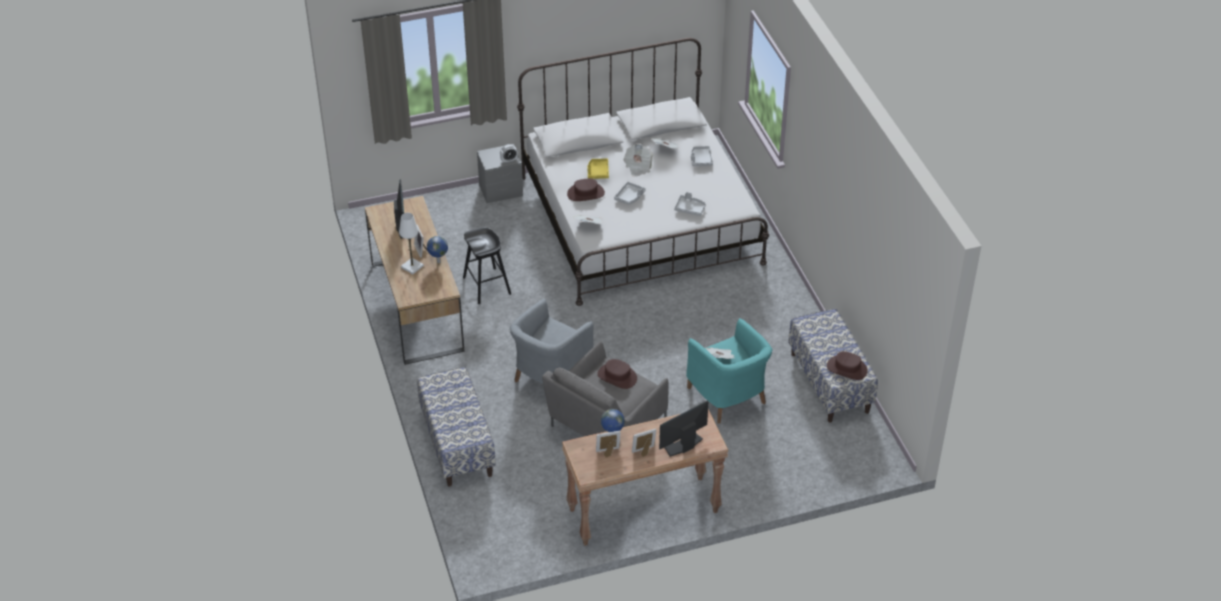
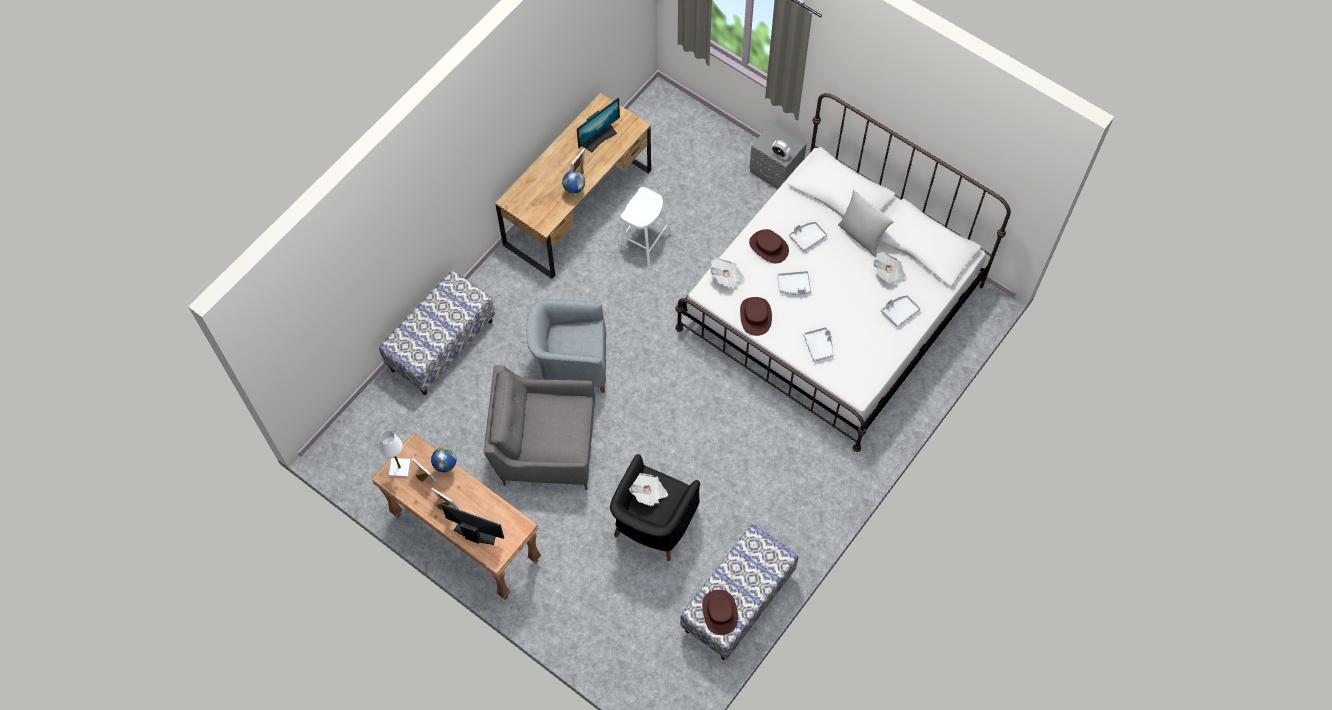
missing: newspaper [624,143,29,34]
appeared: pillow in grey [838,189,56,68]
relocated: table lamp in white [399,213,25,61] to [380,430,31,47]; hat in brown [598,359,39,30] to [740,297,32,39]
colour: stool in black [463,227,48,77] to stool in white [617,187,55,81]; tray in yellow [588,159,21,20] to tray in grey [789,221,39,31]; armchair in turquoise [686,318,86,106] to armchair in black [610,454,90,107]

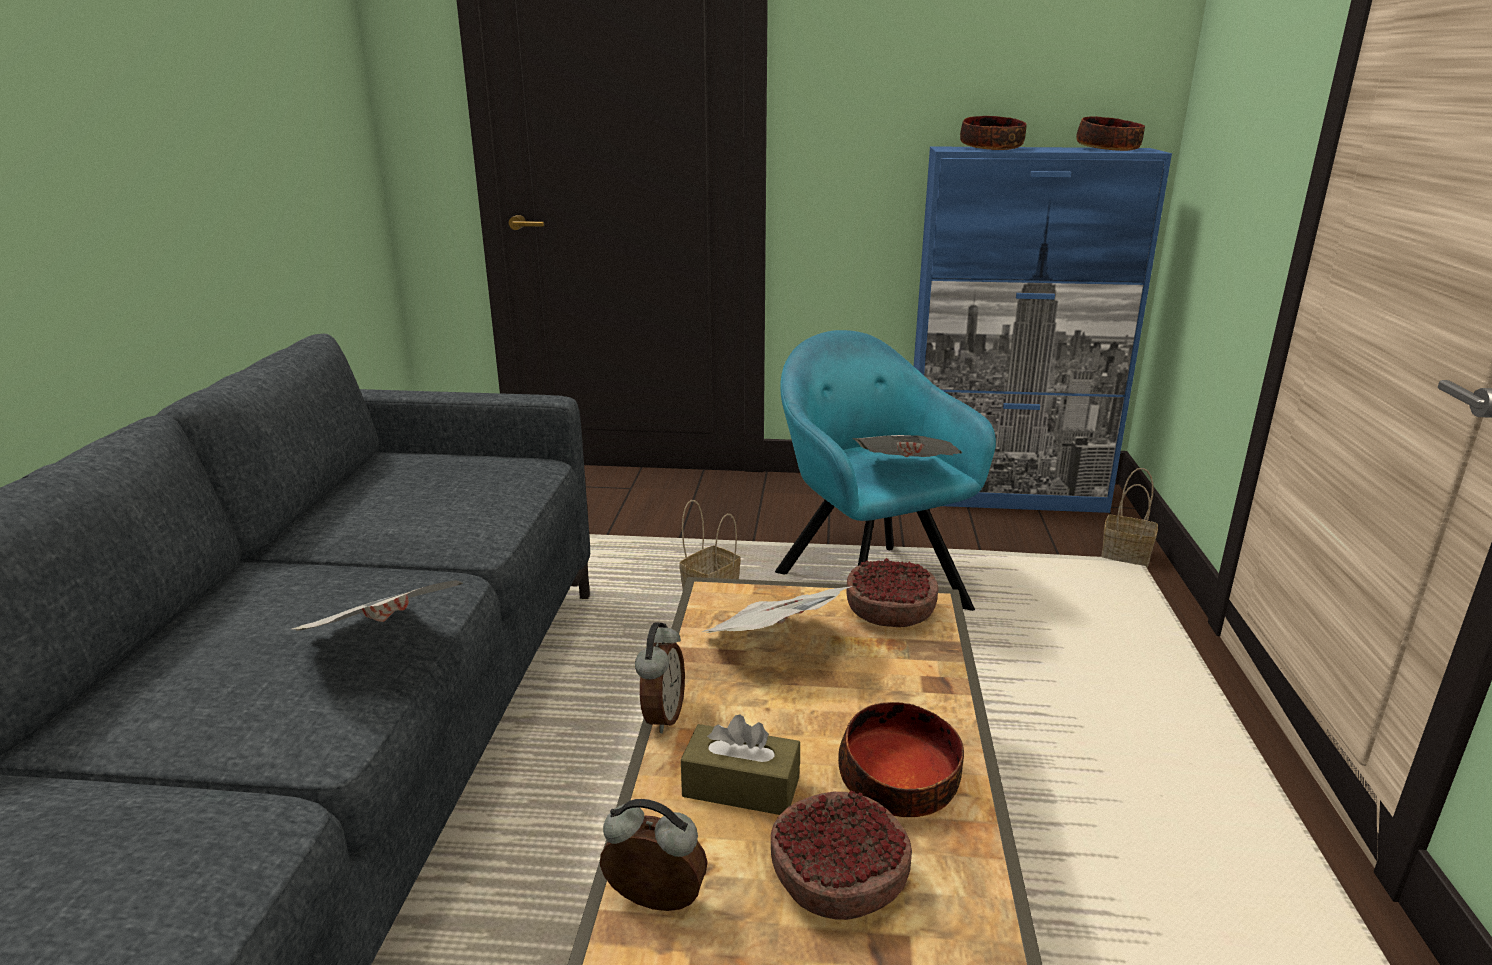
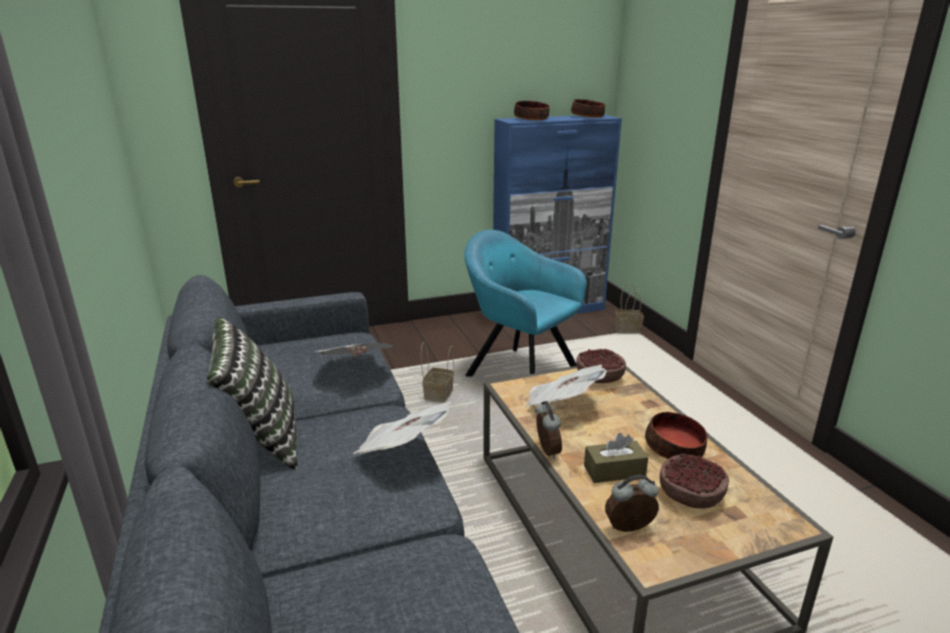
appeared: pillow [207,317,90,153]
relocated: newspaper [852,435,110,22] to [315,343,80,14]

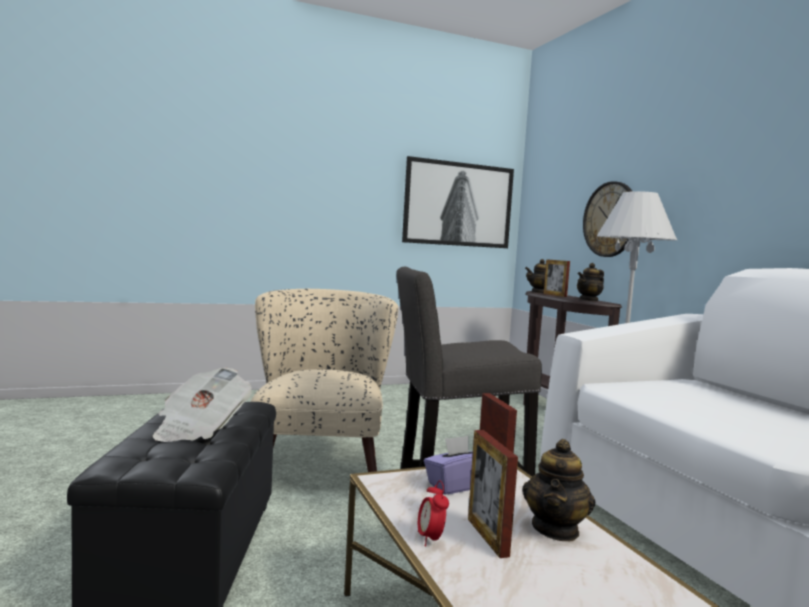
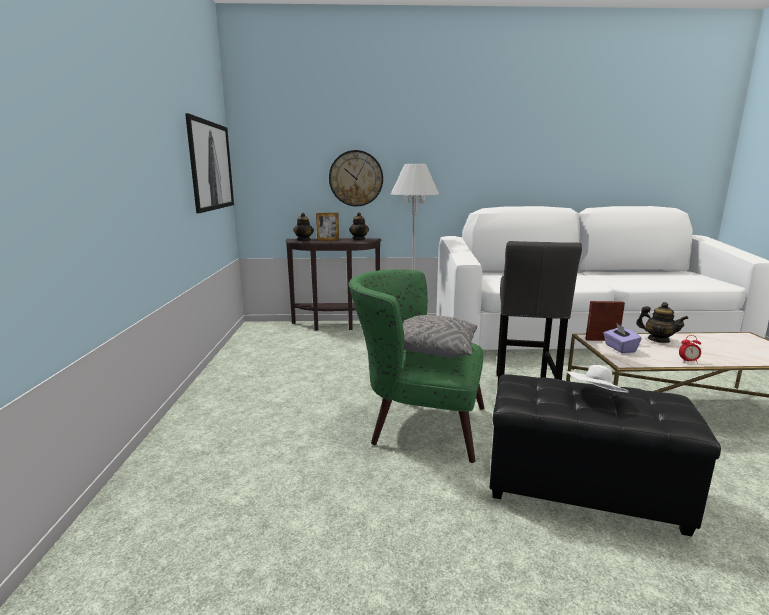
missing: picture frame [468,430,50,128]
appeared: pillow in grey [403,315,74,42]
exchanged: newspaper [153,368,99,74] to hat in white [567,365,62,28]
colour: armchair in beige [250,289,148,183] to armchair in green [348,269,136,194]

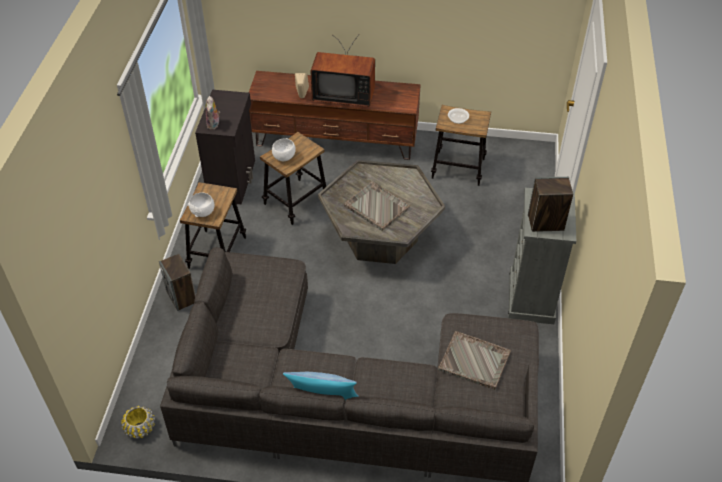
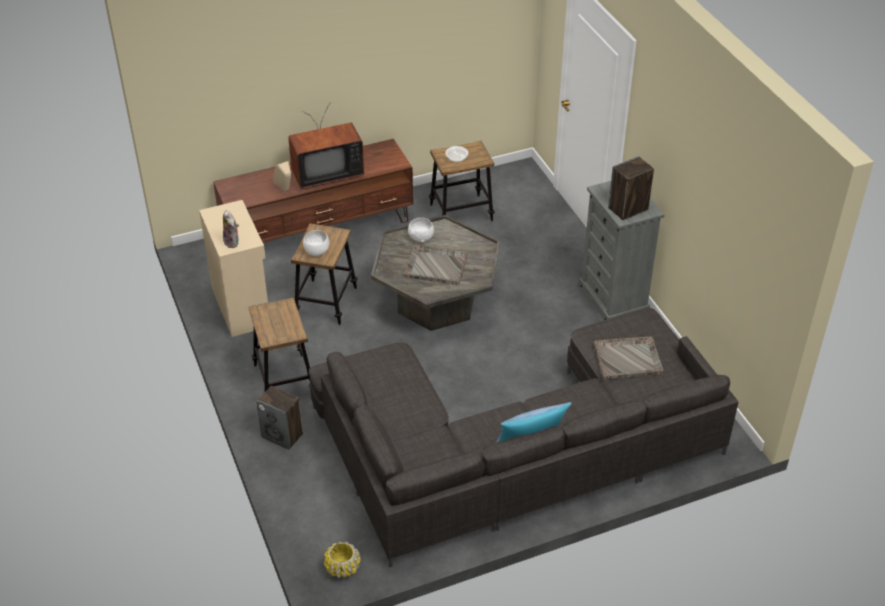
relocated: bowl in white [188,193,26,24] to [408,218,26,24]
colour: cabinet in black [195,90,60,114] to cabinet in beige [199,200,69,137]

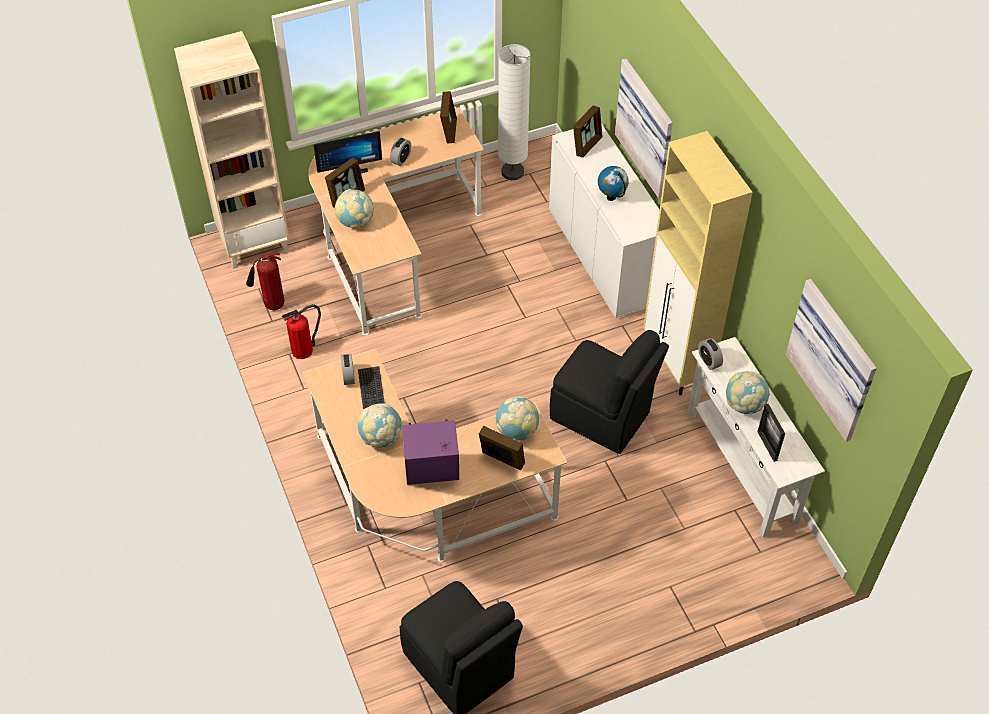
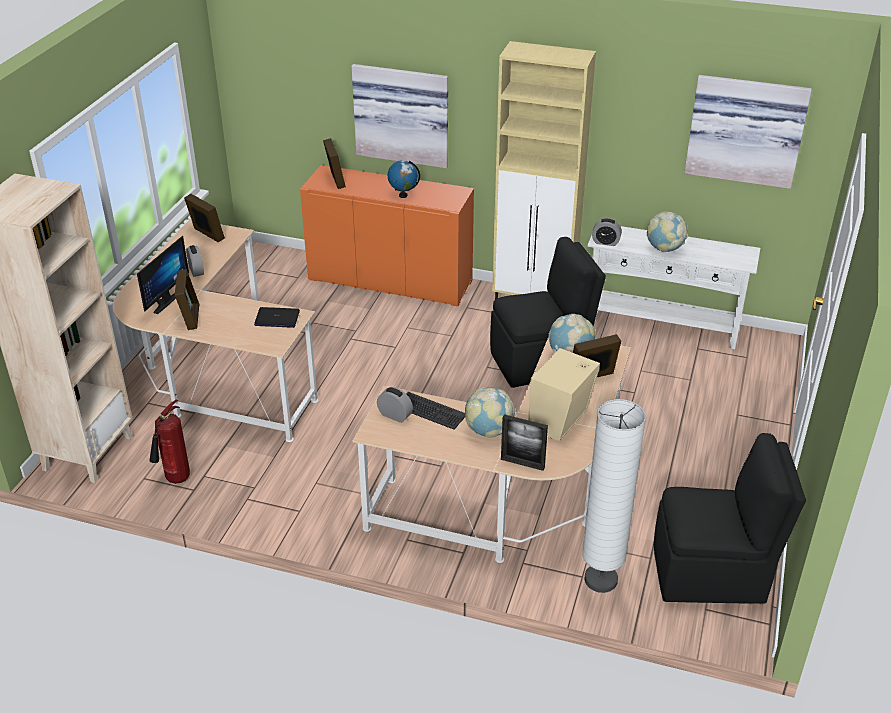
missing: fire extinguisher [282,304,39,55]; globe [335,189,39,40]
appeared: laptop [254,307,46,21]
relocated: floor lamp in white [498,44,33,136] to [582,399,64,194]; picture frame [757,404,28,58] to [501,414,47,57]
colour: speaker in purple [402,419,57,66] to speaker in beige [528,348,72,93]; cabinet in white [549,125,111,194] to cabinet in orange [300,165,174,142]

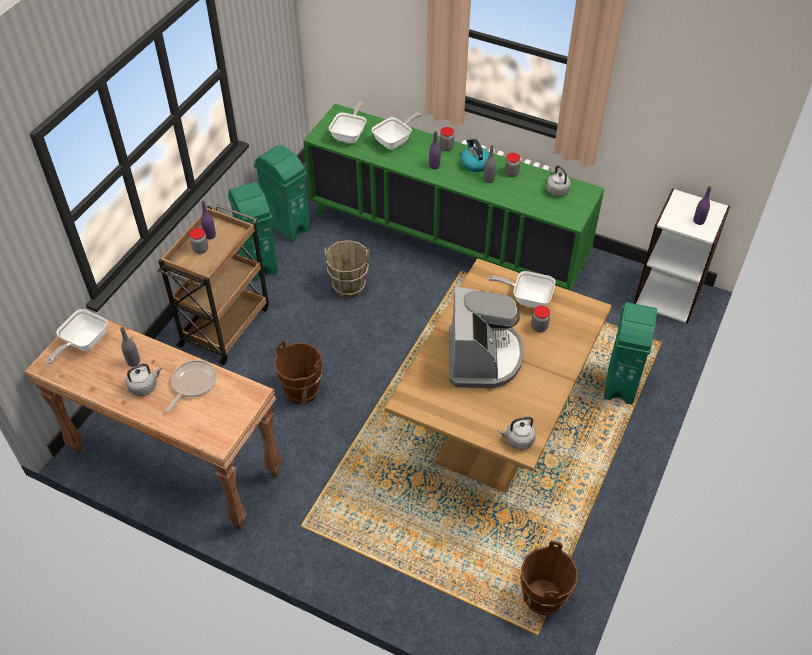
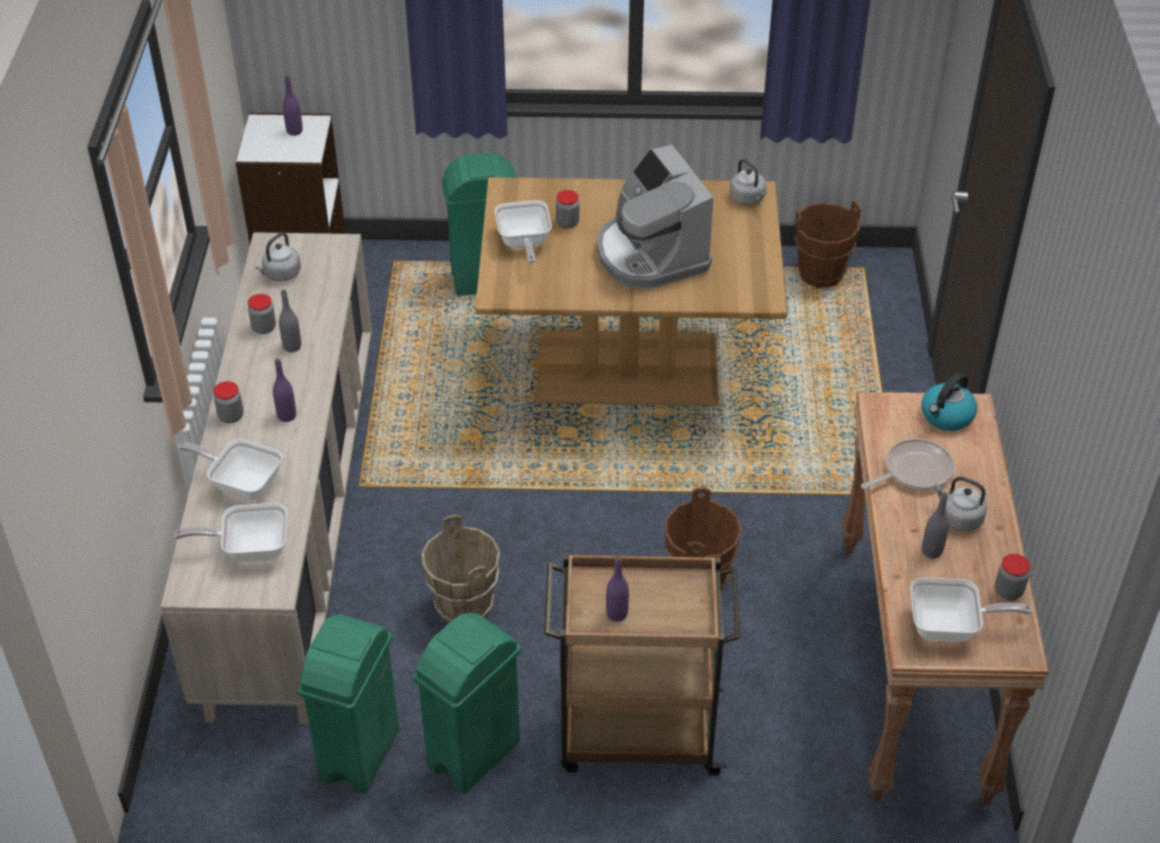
relocated: jar [189,228,19,26] to [995,554,35,46]; kettle [461,139,28,33] to [921,372,56,59]
colour: cabinet in green [303,104,301,186] to cabinet in beige [161,232,211,493]
spun: frying pan [165,360,52,53] = [861,439,94,51] 150 degrees clockwise; coffee machine [449,286,75,102] = [597,145,116,144] 90 degrees counterclockwise

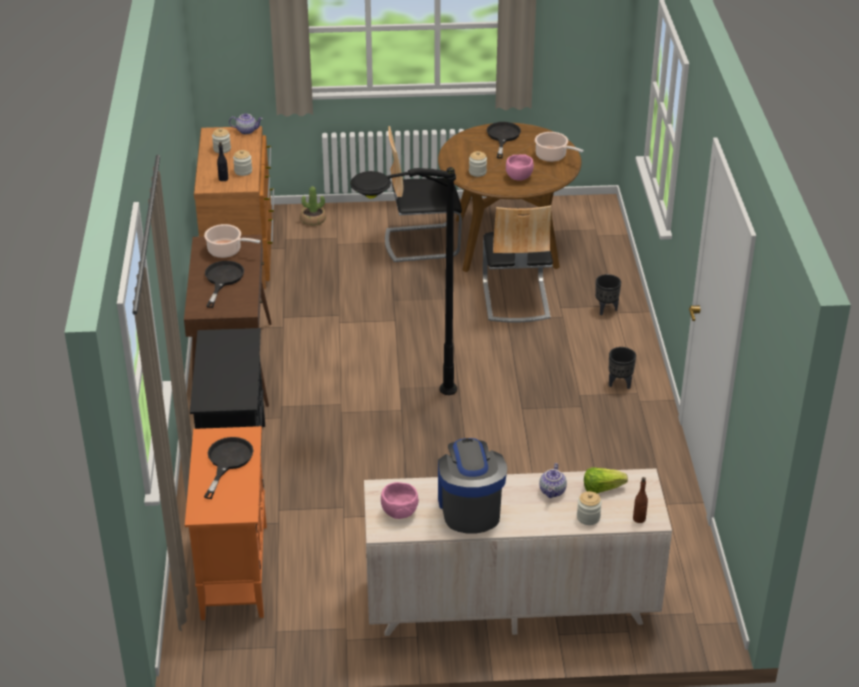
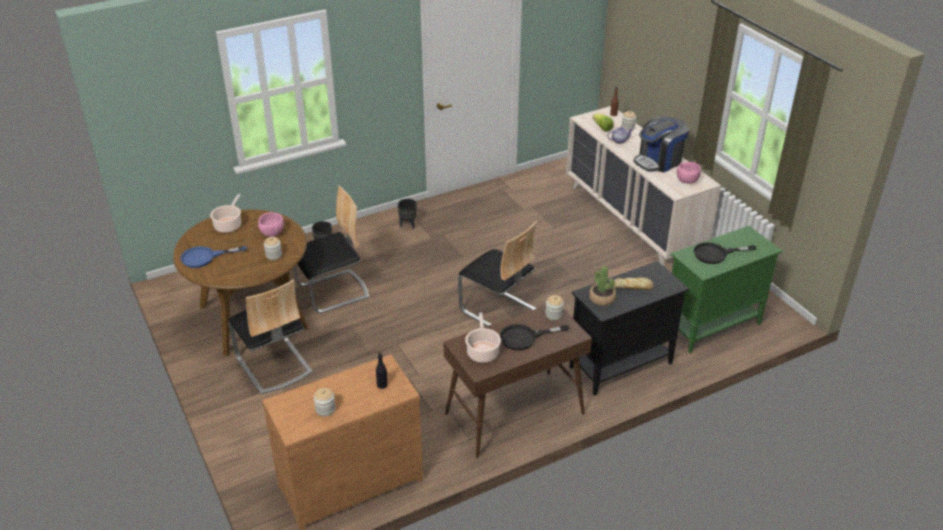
missing: teapot [229,113,34,21]
appeared: bread [613,277,40,13]
relocated: jar [233,150,19,26] to [545,295,19,25]; potted plant [300,186,26,40] to [589,266,27,40]
exchanged: floor lamp in black [350,167,107,228] to chair [458,221,79,105]
colour: cabinet in orange [185,426,82,194] to cabinet in green [671,226,112,127]; frying pan in black [487,122,34,37] to frying pan in blue [180,246,67,22]

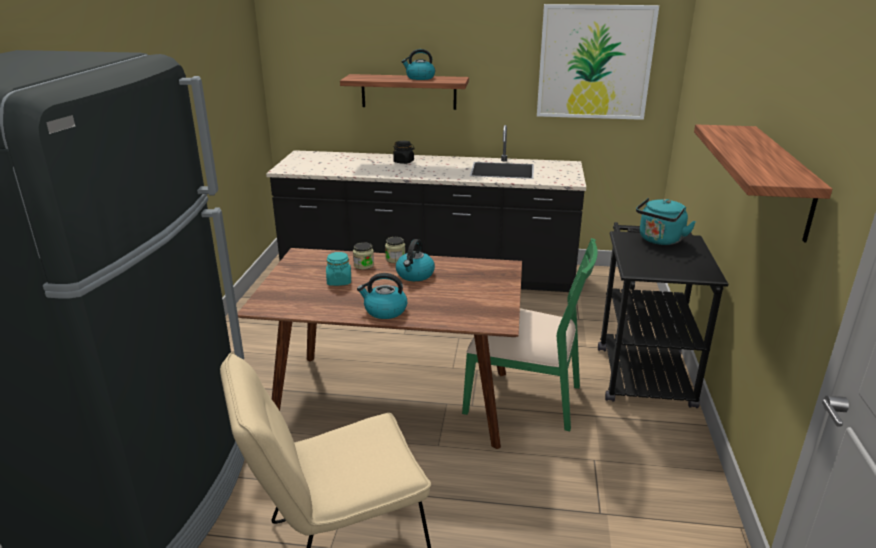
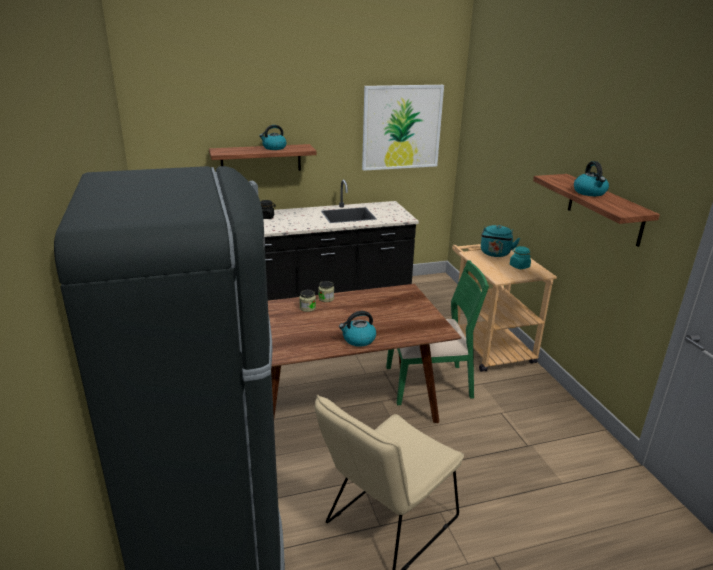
relocated: jar in turquoise [326,252,25,34] to [510,246,21,23]; kettle [396,239,39,42] to [574,161,35,35]
colour: cart in black [598,222,130,186] to cart in beige [452,244,105,128]

